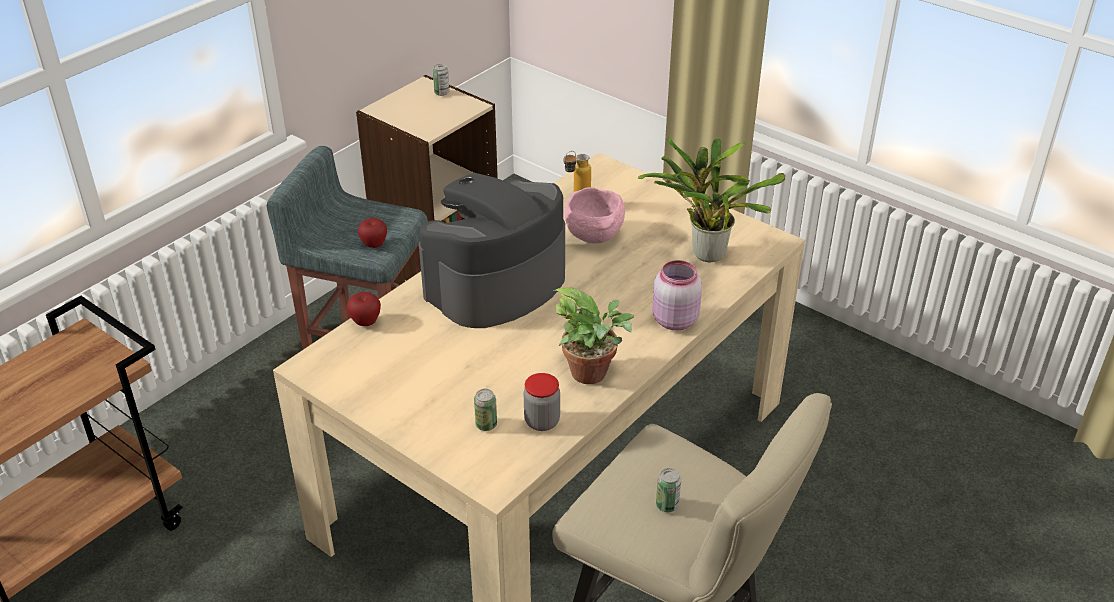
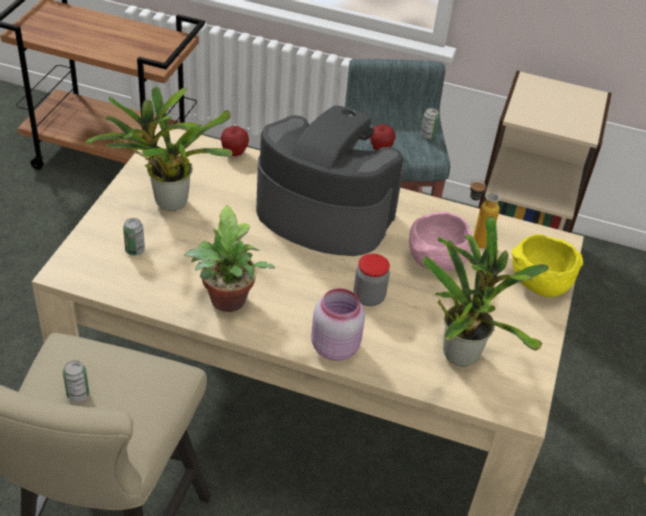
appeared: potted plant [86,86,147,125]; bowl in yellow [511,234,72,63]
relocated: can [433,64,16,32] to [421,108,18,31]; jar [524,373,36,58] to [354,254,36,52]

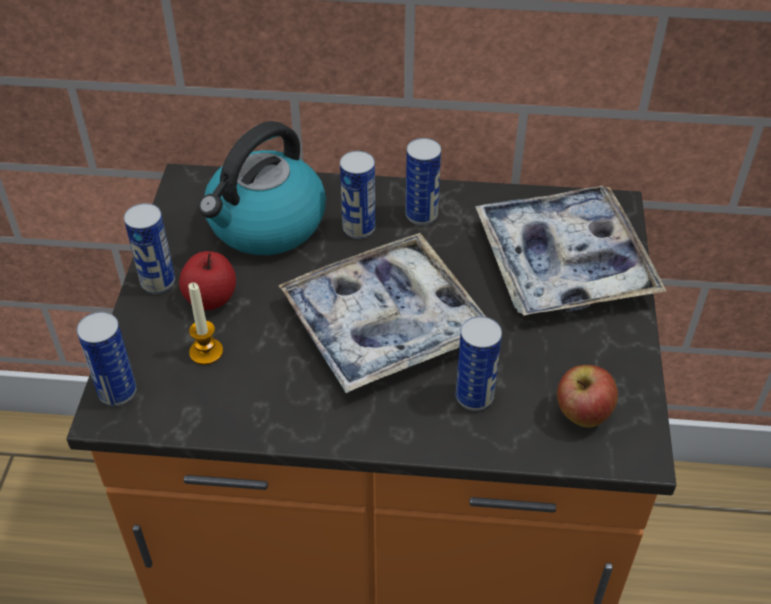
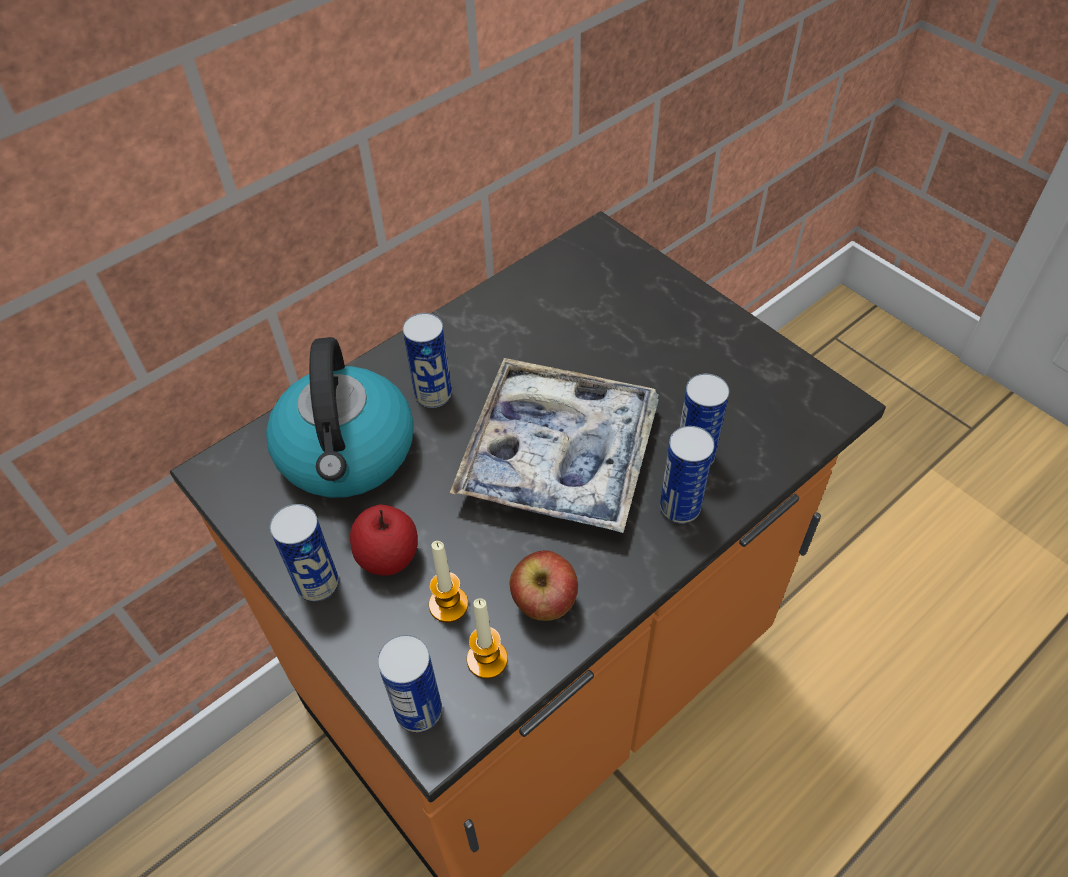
missing: tray [475,186,191,130]
appeared: candle [467,598,41,81]
relocated: can [405,138,36,87] to [660,426,54,97]; apple [557,365,61,63] to [509,550,69,71]

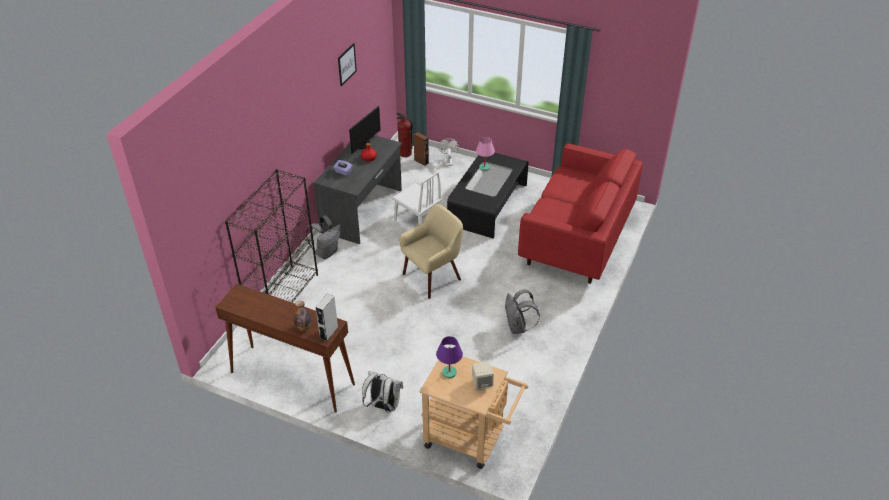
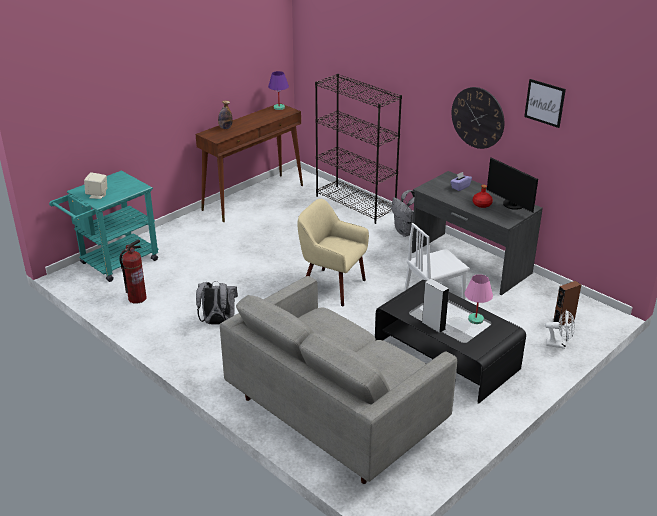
missing: backpack in white [362,371,41,41]
appeared: wall clock [452,87,52,62]
relocated: speaker in grey [316,294,22,47] to [422,279,27,54]; fire extinguisher [396,112,17,45] to [119,239,28,65]; table lamp in purple [436,336,27,42] to [268,71,21,39]
colour: cart in beige [419,356,110,113] to cart in turquoise [49,171,110,111]; sofa in red [518,143,125,141] to sofa in grey [220,276,237,208]
spun: armchair in beige [399,204,64,95] = [298,199,71,107] 135 degrees clockwise

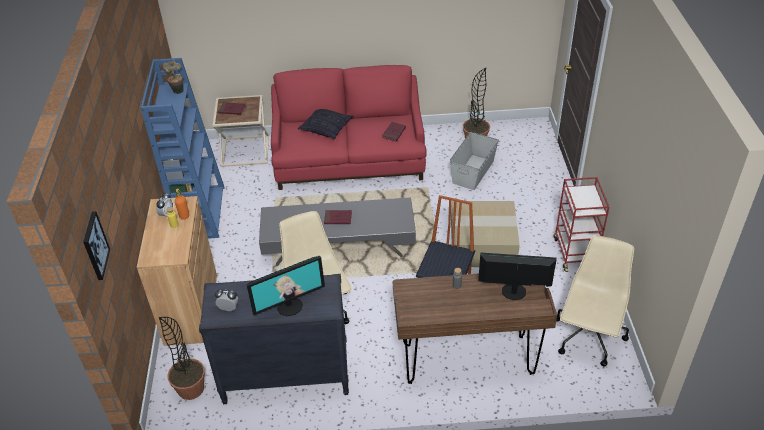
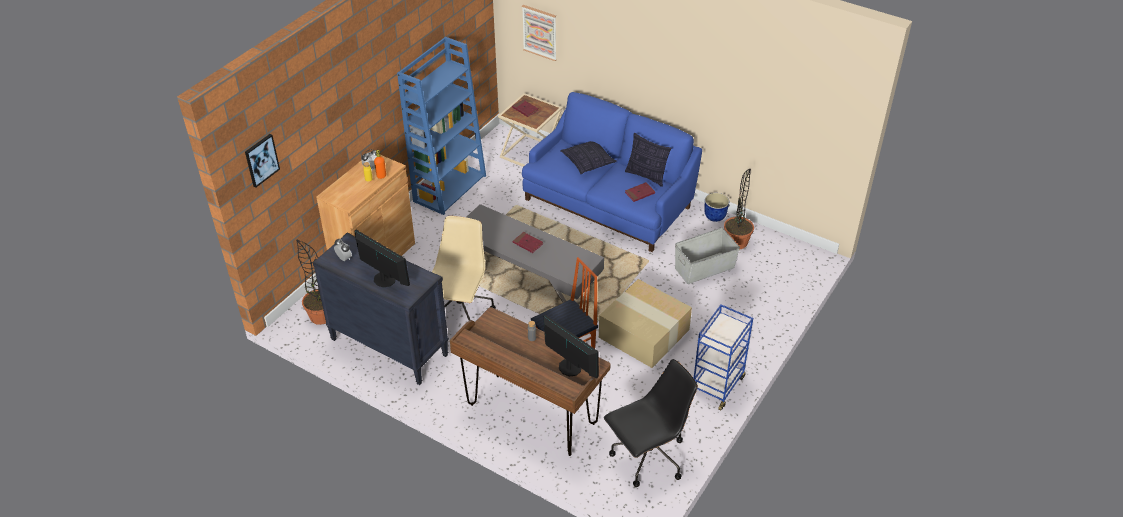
missing: potted plant [163,60,21,34]
appeared: picture [522,5,35,56]; pillow [625,133,46,54]; planter [705,193,24,29]
colour: sofa in red [271,65,156,125] to sofa in blue [522,92,180,160]; cart in red [554,177,55,95] to cart in blue [694,304,59,107]; office chair in beige [556,235,78,132] to office chair in black [604,359,94,128]
spun: monitor [246,256,79,60] = [355,230,55,57] 150 degrees counterclockwise

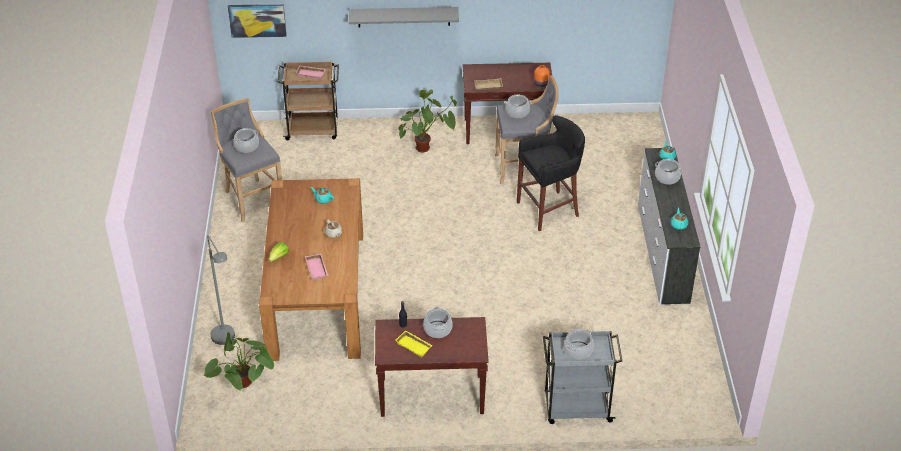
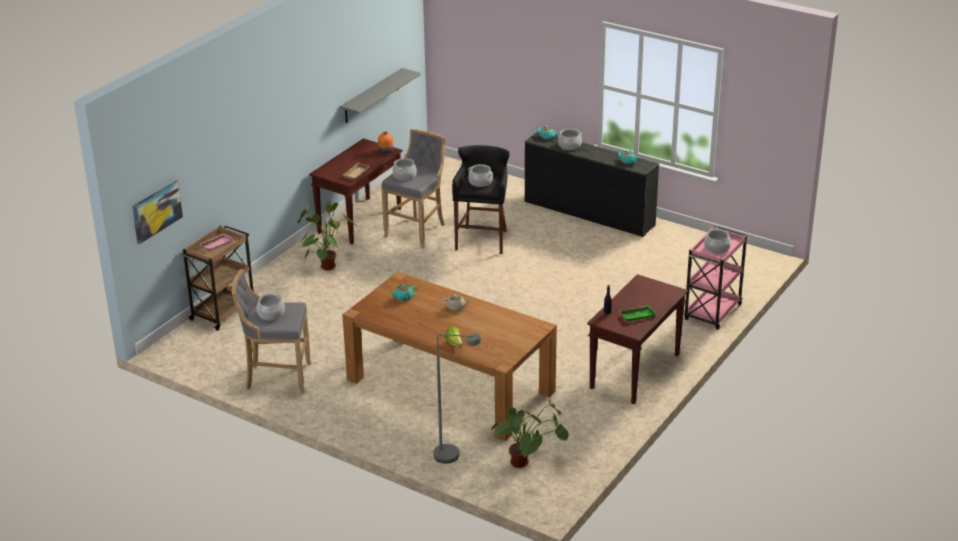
missing: tray in pink [305,254,23,26]
relocated: shelf in grey [349,7,110,20] to [340,68,81,55]; cooking pot [423,307,30,31] to [468,164,25,23]
colour: tray in yellow [395,330,38,27] to tray in green [620,305,36,17]; cart in grey [543,331,79,93] to cart in pink [684,226,63,104]; dresser in white [638,148,62,157] to dresser in black [525,132,134,105]

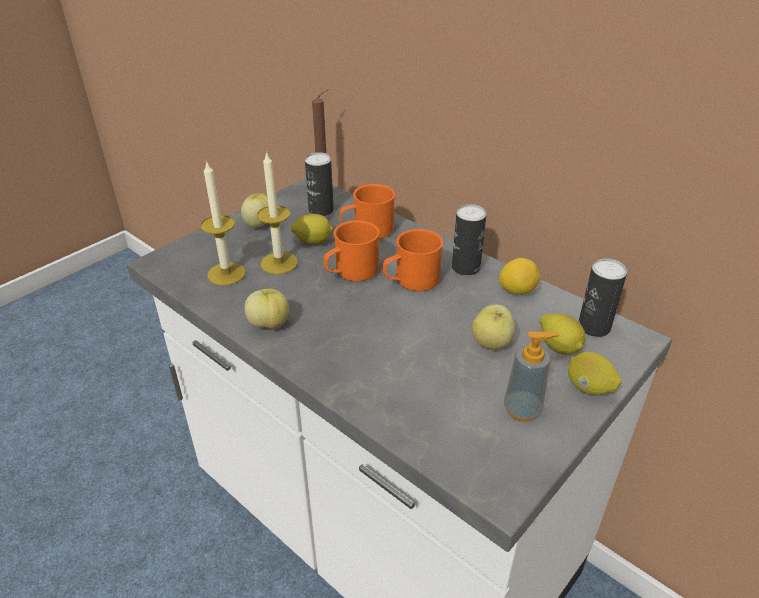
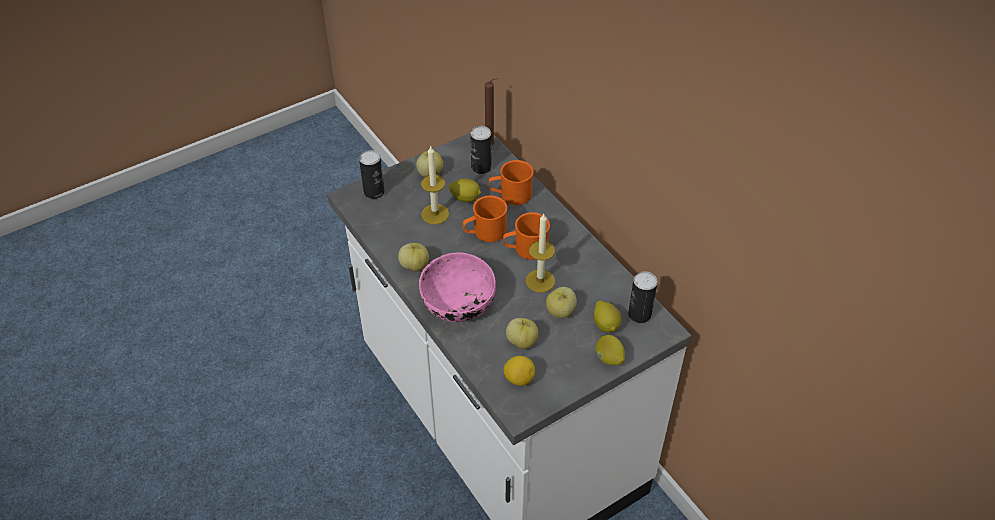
missing: soap dispenser [504,331,56,91]
appeared: bowl in pink [419,252,77,70]; apple [506,318,32,31]
relocated: candle [200,160,46,126] to [525,214,30,79]; can [452,204,35,72] to [359,150,26,49]; lemon [499,258,40,37] to [504,356,31,30]

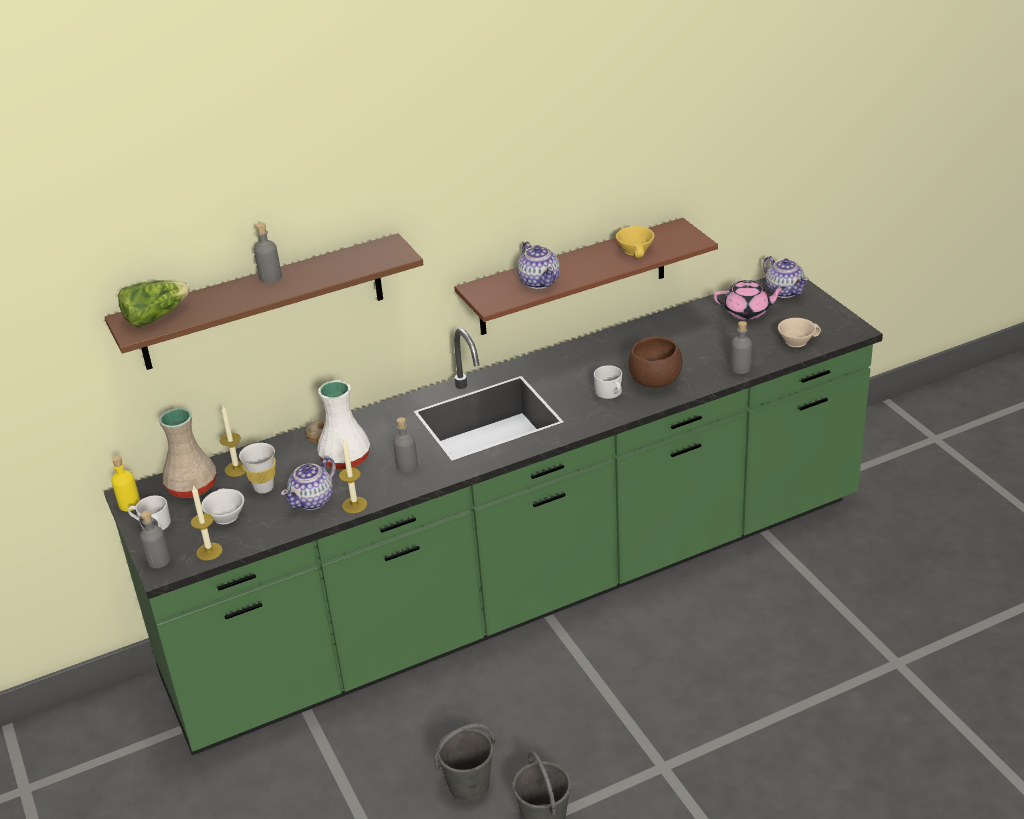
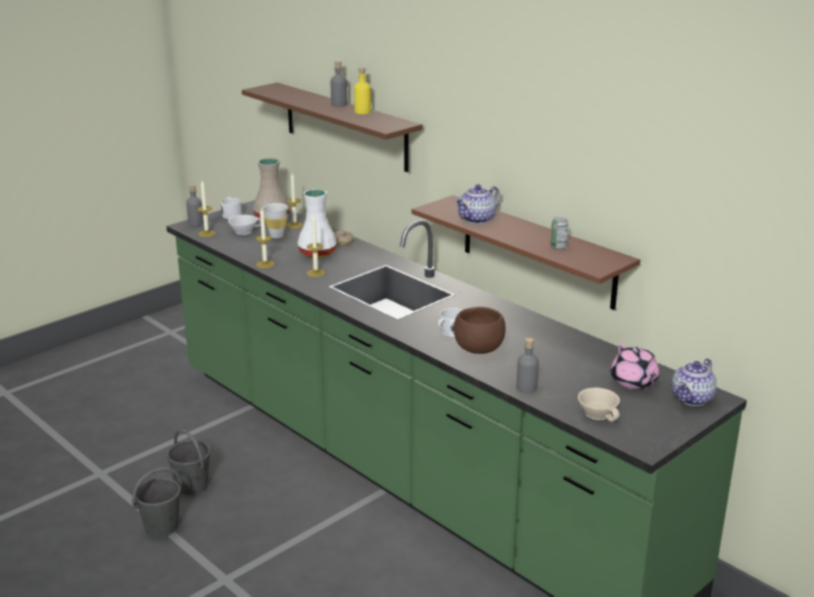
missing: lettuce [118,280,72,47]; teapot [281,457,55,53]
relocated: bottle in yellow [111,456,29,55] to [354,67,17,47]
exchanged: bottle in grey [393,417,25,56] to candle [307,216,19,61]; cup in yellow [616,226,38,32] to can [550,216,18,34]

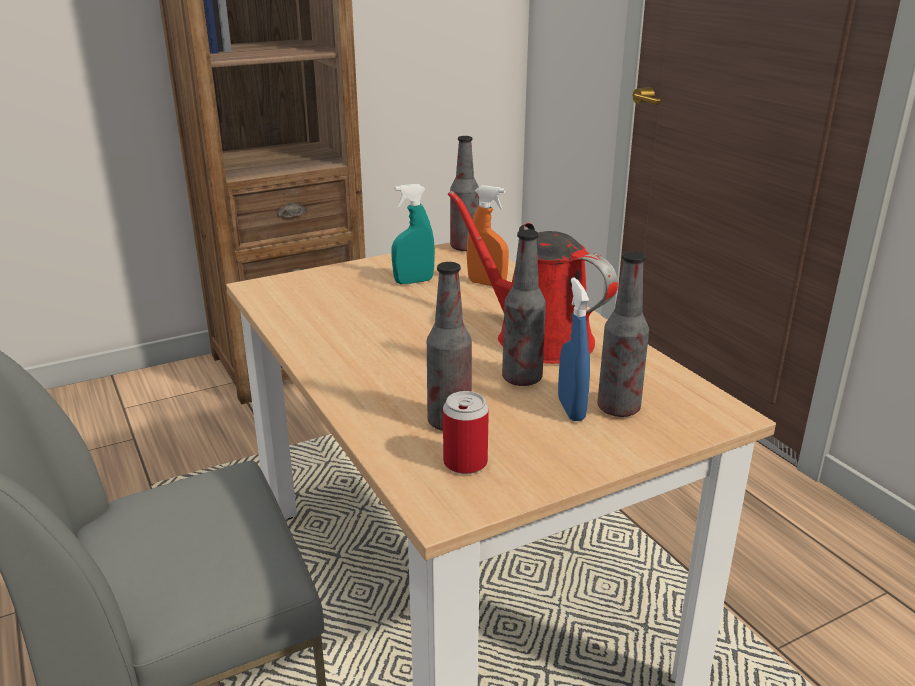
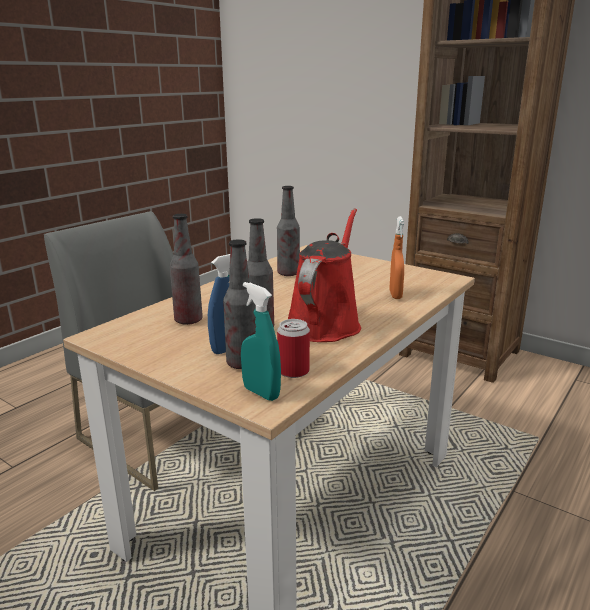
relocated: spray bottle in turquoise [391,184,44,100] to [241,282,40,119]; can [443,391,46,83] to [277,319,33,59]; bottle [450,136,29,115] to [277,186,23,90]

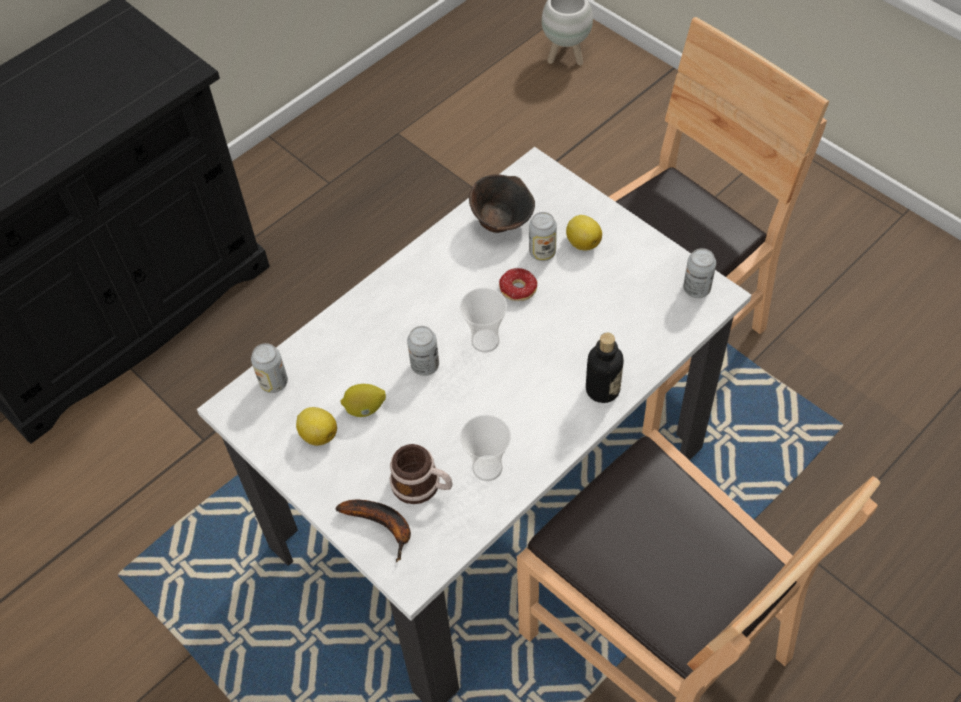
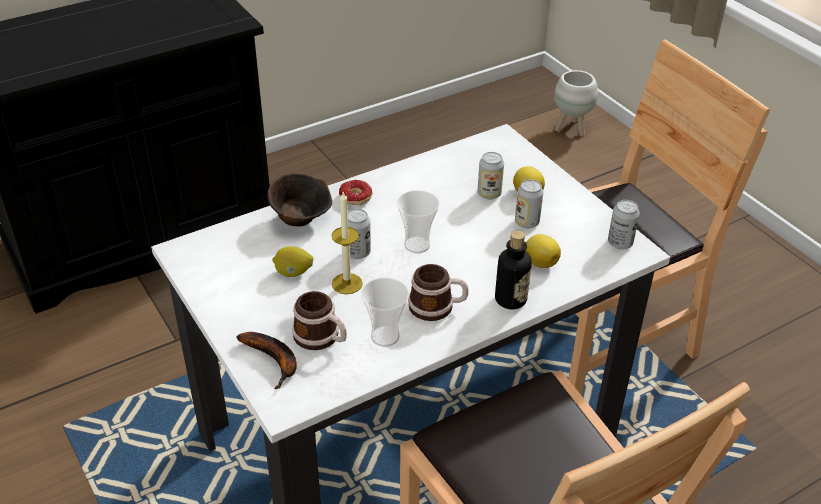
appeared: candle [331,192,32,102]; mug [408,264,60,57]
relocated: can [251,343,37,50] to [515,179,28,49]; lemon [296,407,41,39] to [525,234,36,34]; bowl in brown [469,174,66,59] to [267,174,65,53]; donut [499,268,38,33] to [339,180,34,25]

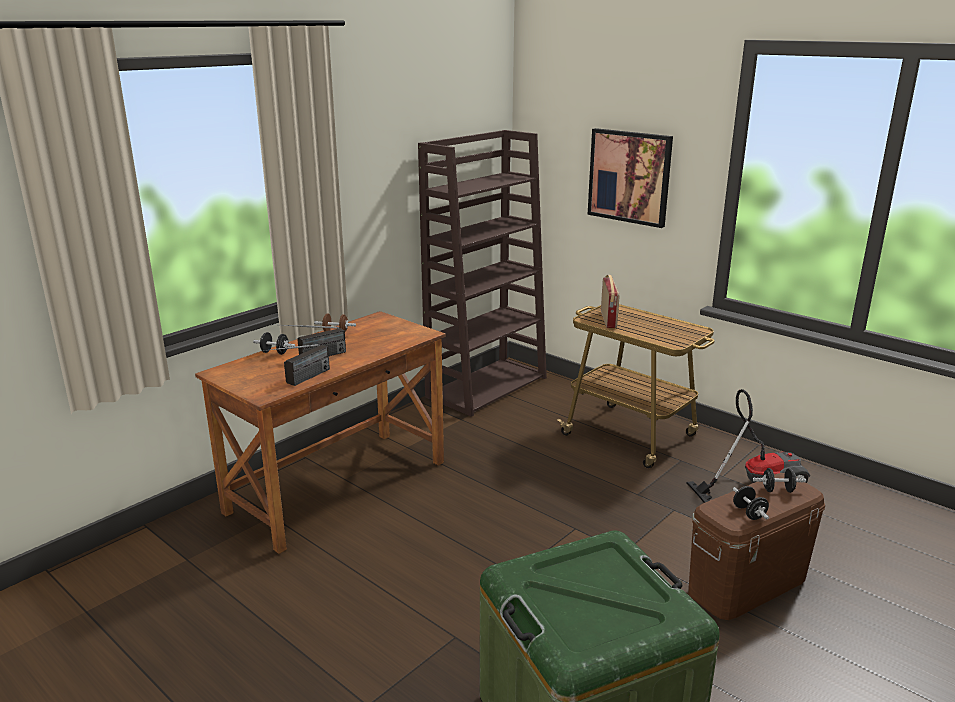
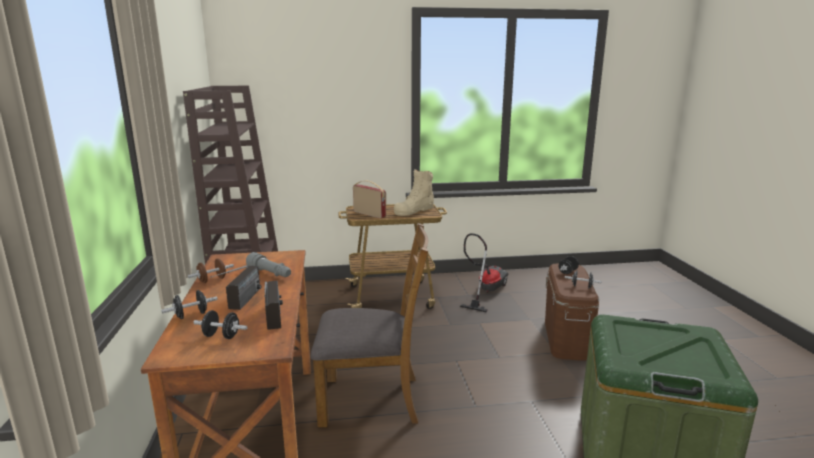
missing: picture [587,128,86,100]
appeared: dumbbell in black [193,310,54,29]; flashlight in grey [246,252,45,25]; chair in brown [310,223,118,204]; boot in beige [394,170,40,46]

